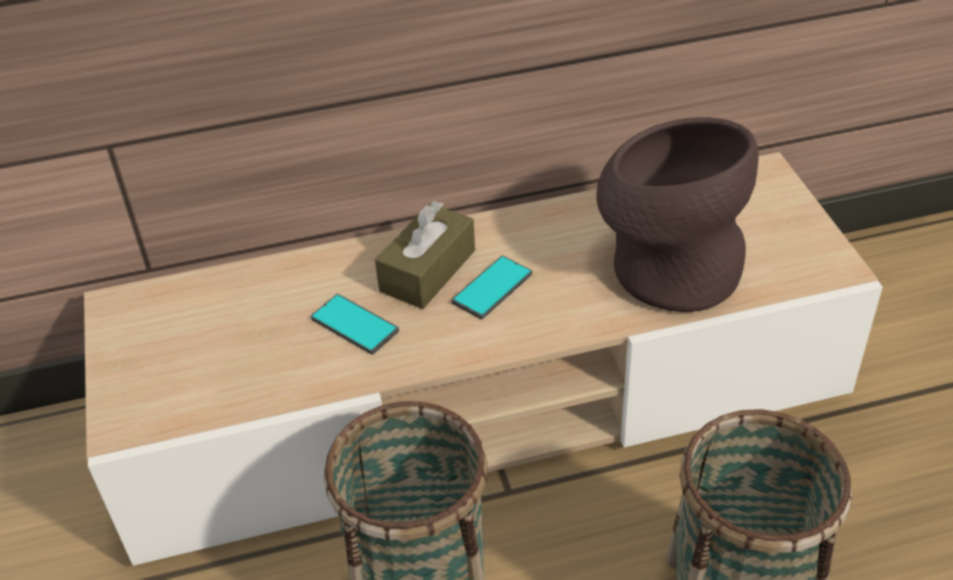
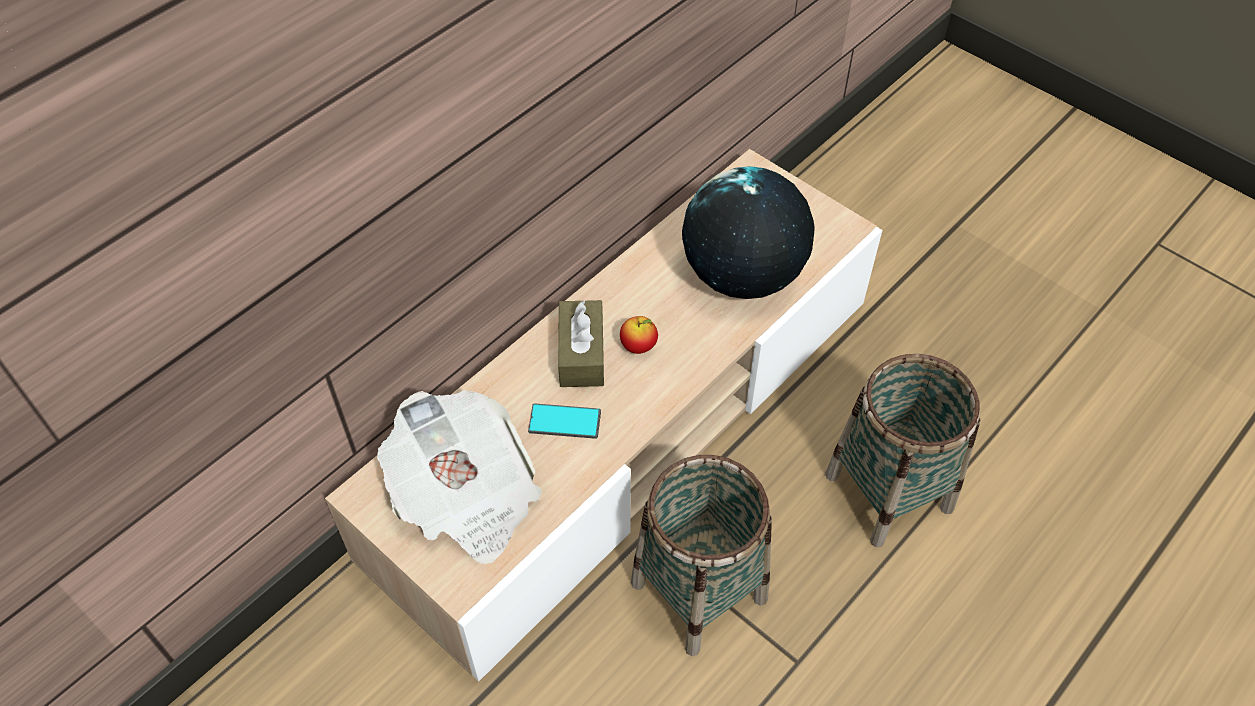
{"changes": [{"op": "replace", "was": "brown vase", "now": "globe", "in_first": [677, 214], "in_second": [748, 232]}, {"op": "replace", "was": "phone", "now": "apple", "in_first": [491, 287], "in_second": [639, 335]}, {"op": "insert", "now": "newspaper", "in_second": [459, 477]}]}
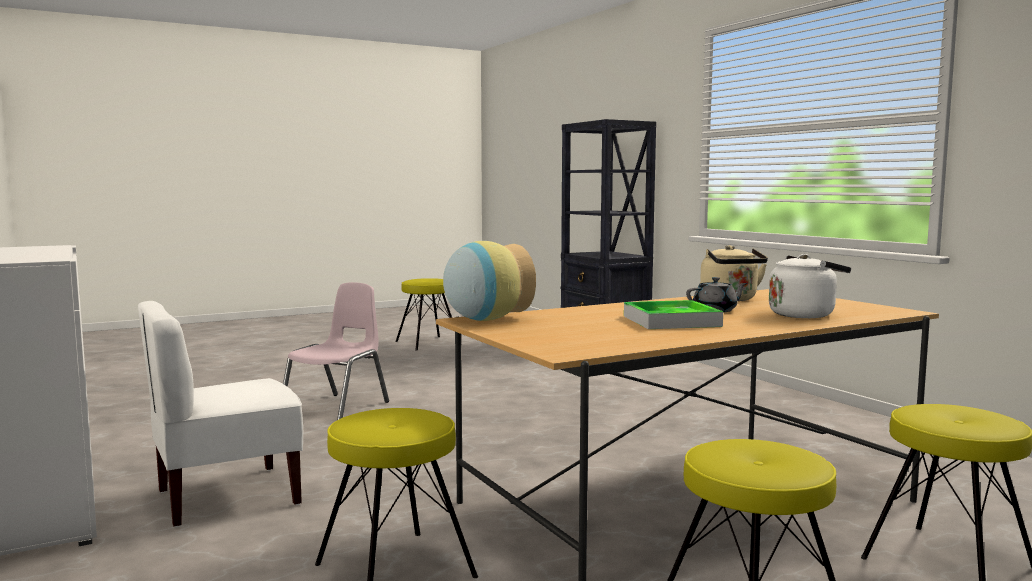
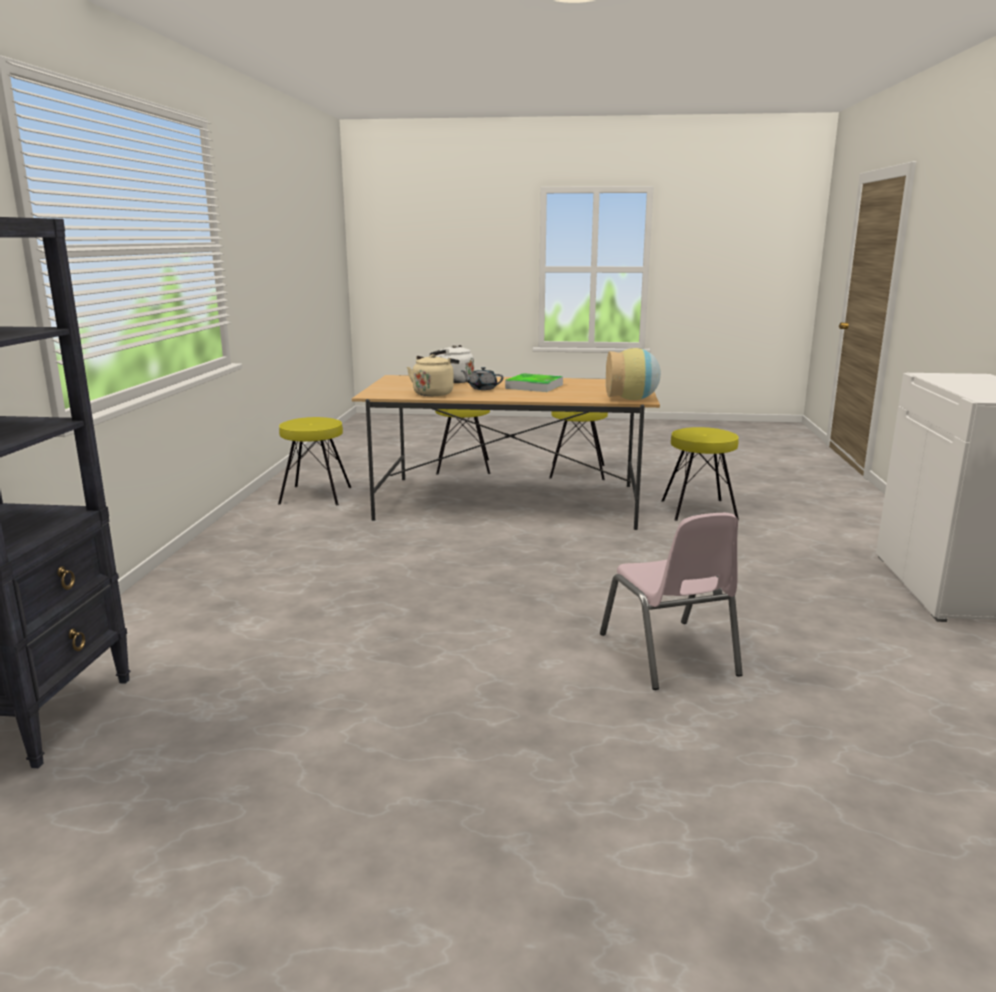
{"changes": [{"op": "move", "was": "yellow stool", "in_first": [428, 314], "in_second": [315, 461]}, {"op": "rotate", "was": "pink chair", "in_first": [336, 351], "in_second": [671, 601], "clockwise": -75}, {"op": "delete", "was": "white chair", "in_first": [220, 414]}]}
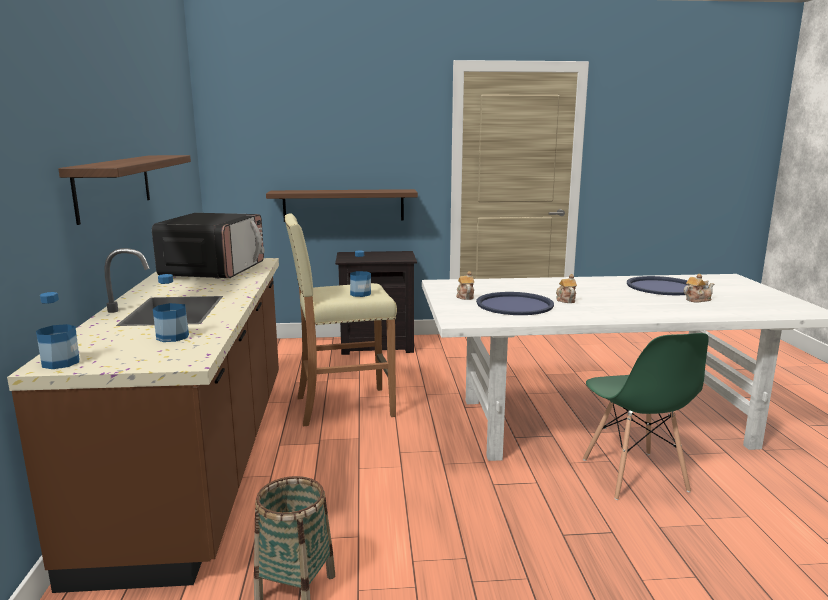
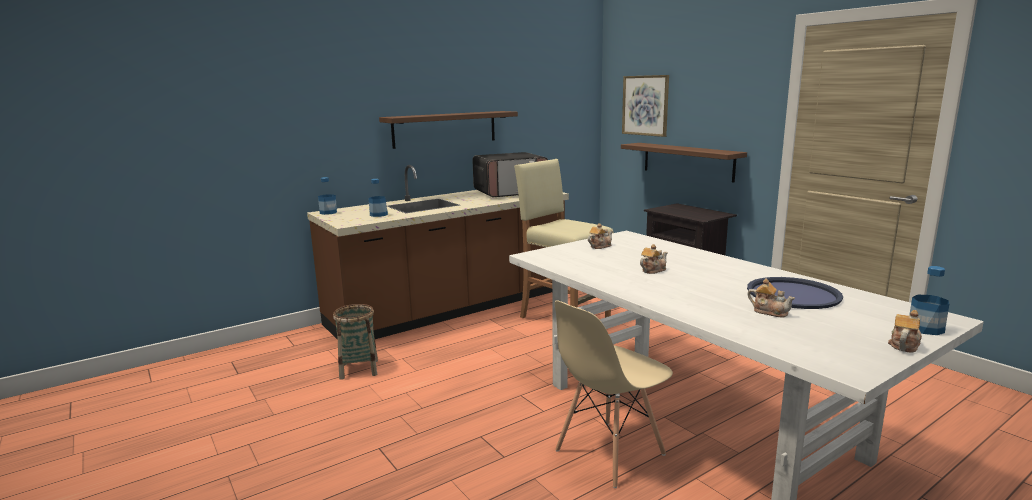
{"changes": [{"op": "move", "was": "bottle", "in_first": [360, 273], "in_second": [929, 300]}, {"op": "delete", "was": "blue tray", "in_first": [515, 303]}, {"op": "recolor", "was": "green chair", "now": "beige chair", "in_first": [646, 416], "in_second": [614, 394]}, {"op": "insert", "now": "picture", "in_second": [645, 106]}, {"op": "insert", "now": "teapot", "in_second": [905, 331]}]}
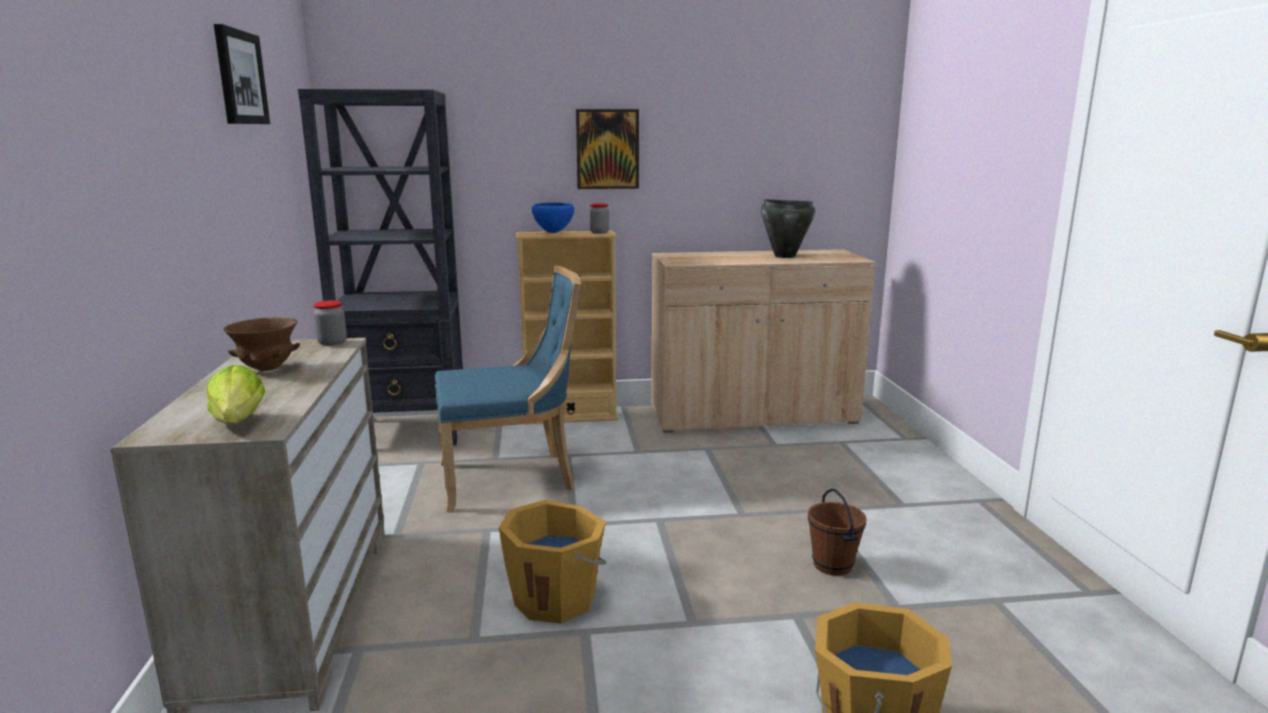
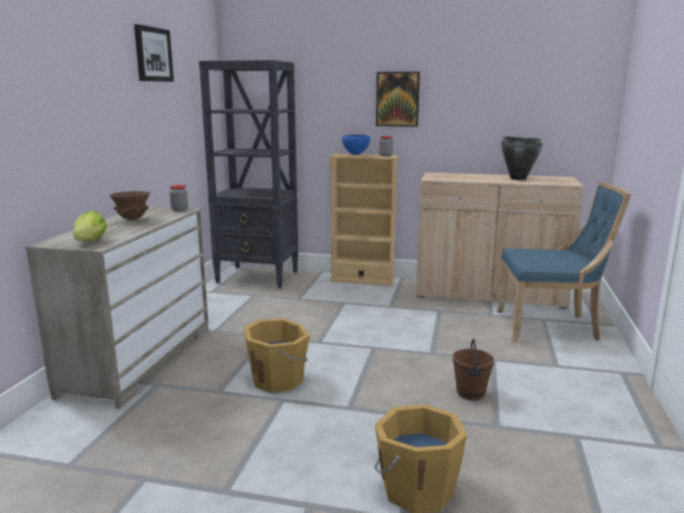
{"changes": [{"op": "move", "was": "blue chair", "in_first": [508, 389], "in_second": [563, 262]}]}
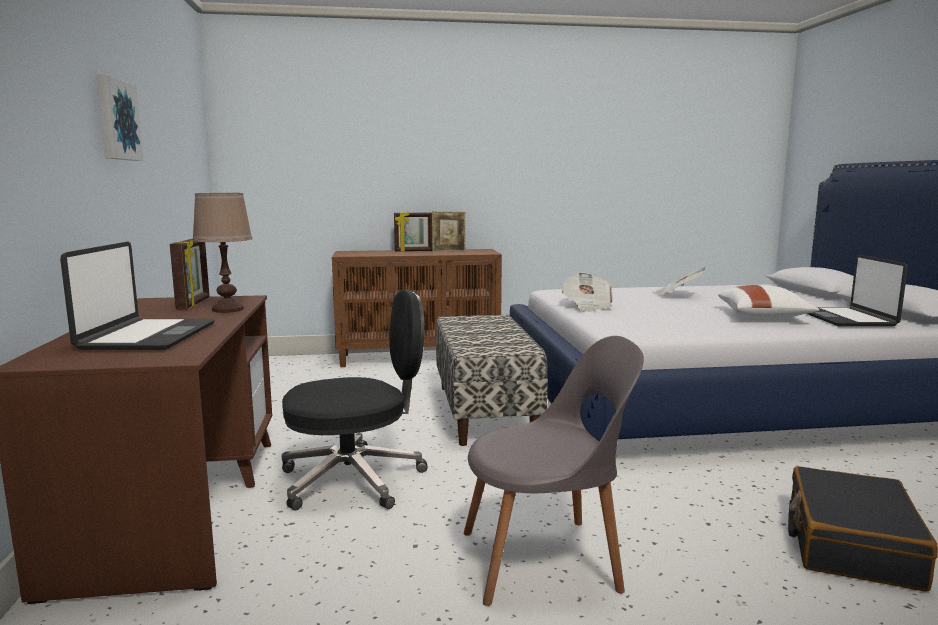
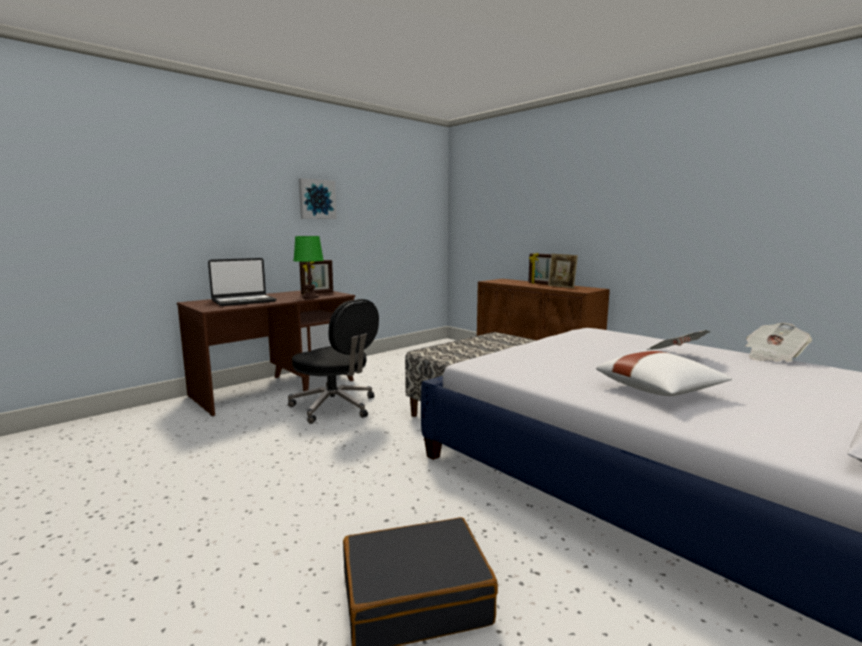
{"changes": [{"op": "recolor", "was": "brown table lamp", "now": "green table lamp", "in_first": [222, 253], "in_second": [308, 267]}, {"op": "delete", "was": "laptop", "in_first": [858, 290]}, {"op": "move", "was": "newspaper", "in_first": [587, 292], "in_second": [779, 342]}, {"op": "delete", "was": "grey chair", "in_first": [554, 471]}]}
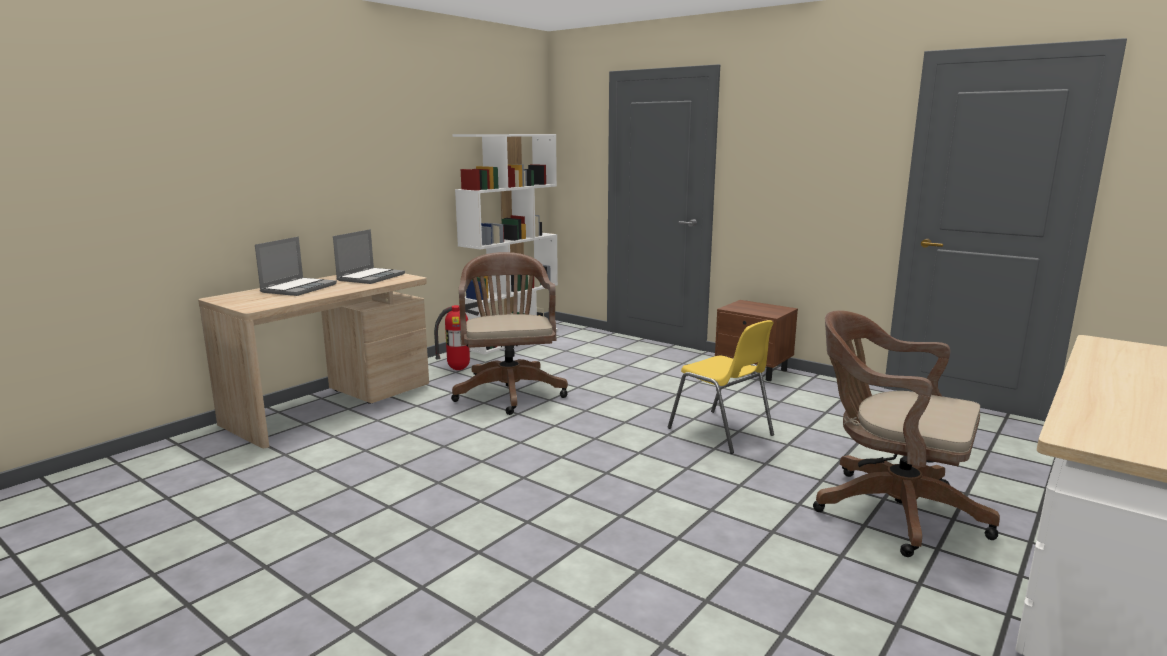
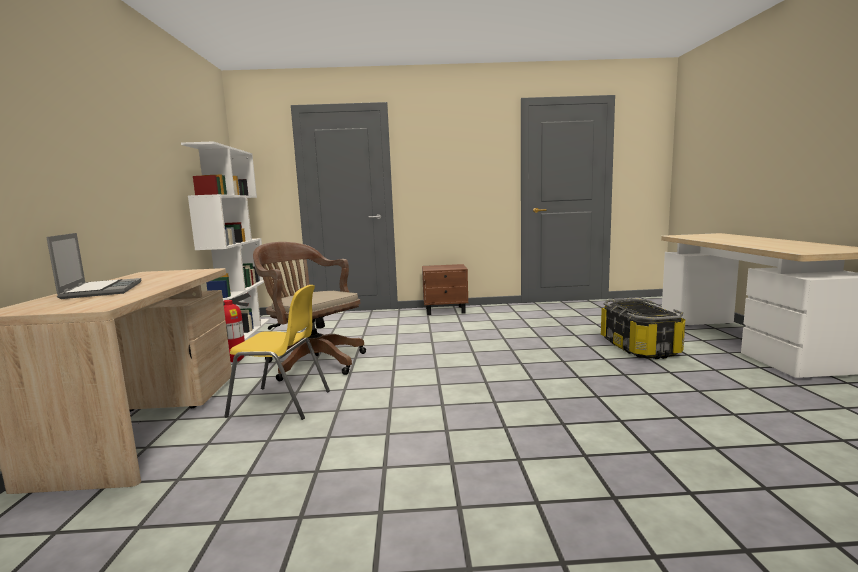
{"changes": [{"op": "delete", "was": "laptop", "in_first": [369, 256]}, {"op": "replace", "was": "brown office chair", "now": "storage box", "in_first": [906, 433], "in_second": [643, 328]}, {"op": "move", "was": "yellow chair", "in_first": [721, 387], "in_second": [277, 352]}]}
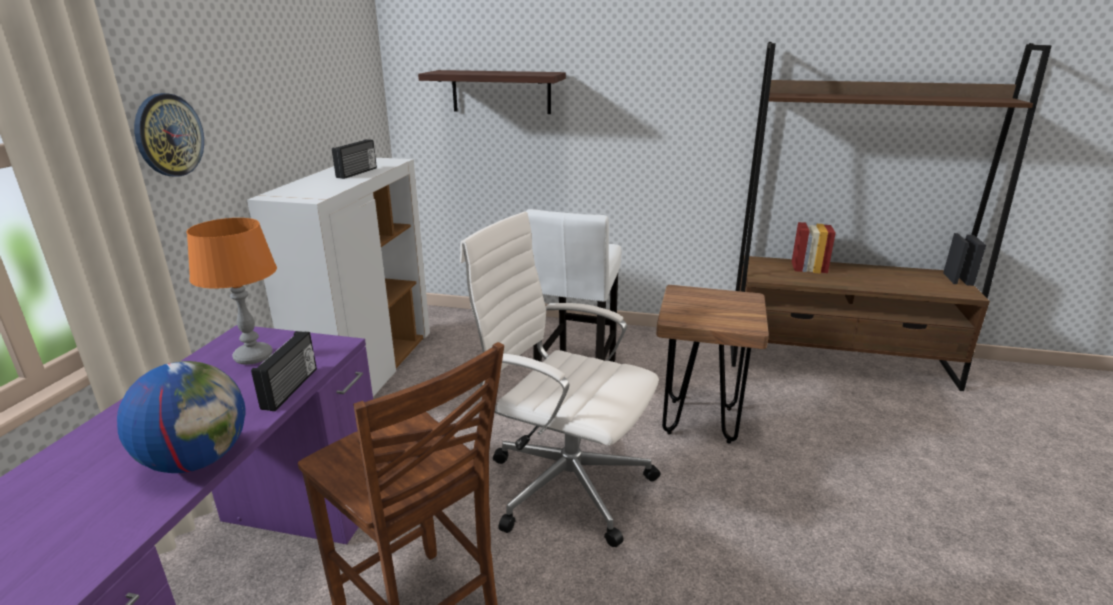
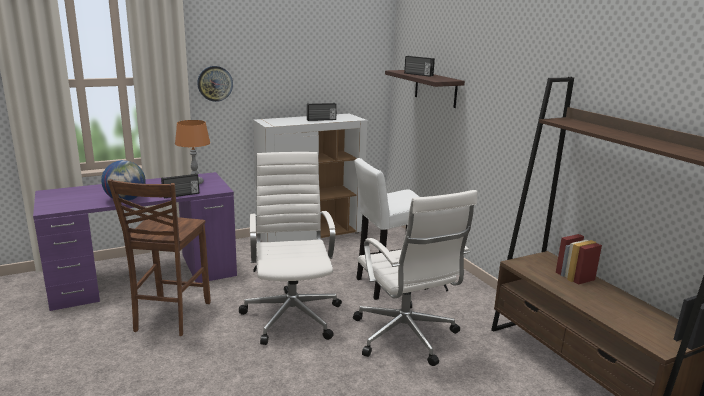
{"changes": [{"op": "replace", "was": "brown stool", "now": "white office chair", "in_first": [712, 364], "in_second": [415, 278]}, {"op": "insert", "now": "radio", "in_second": [419, 66]}]}
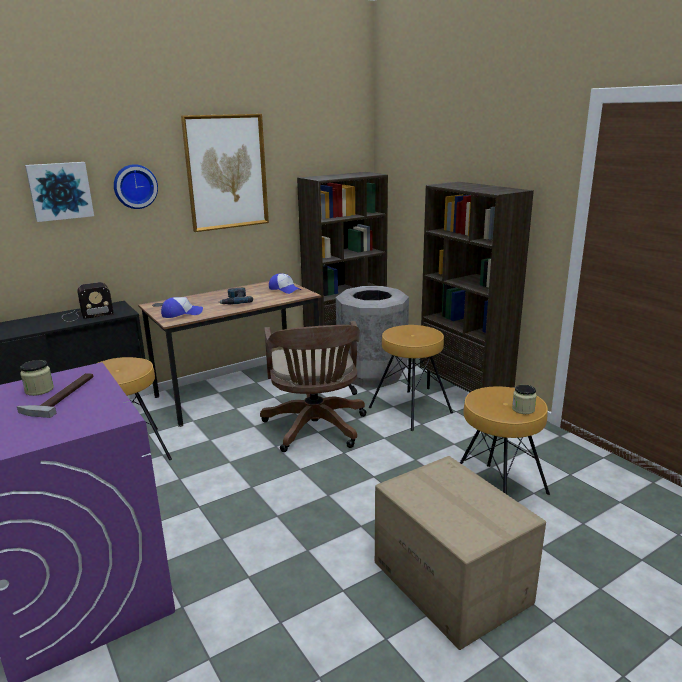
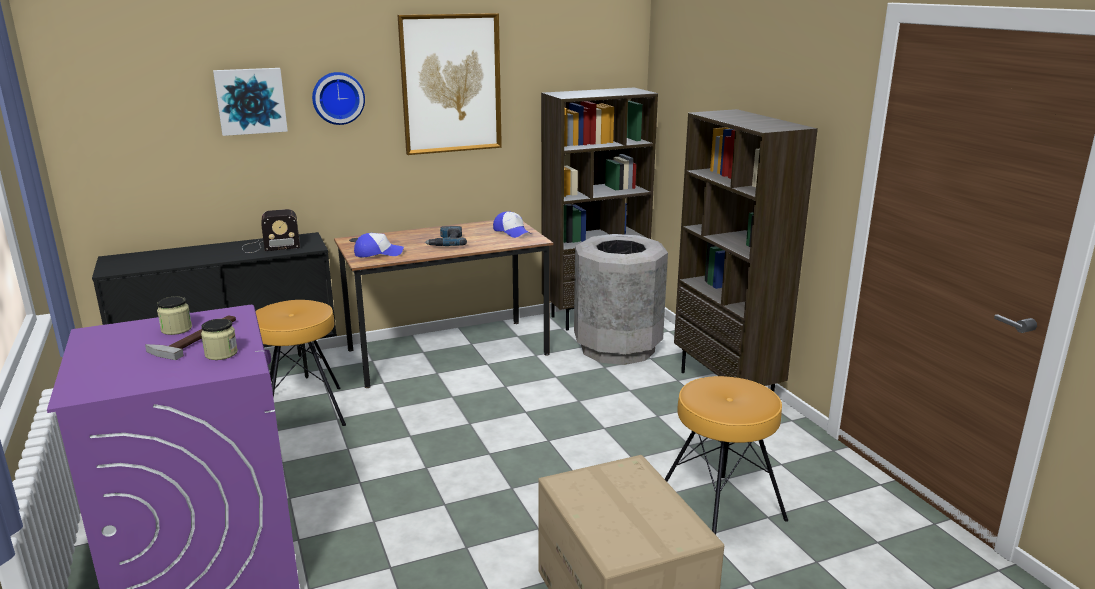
{"changes": [{"op": "delete", "was": "brown office chair", "in_first": [313, 386]}, {"op": "delete", "was": "brown stool", "in_first": [411, 378]}, {"op": "move", "was": "jar", "in_first": [524, 399], "in_second": [219, 339]}]}
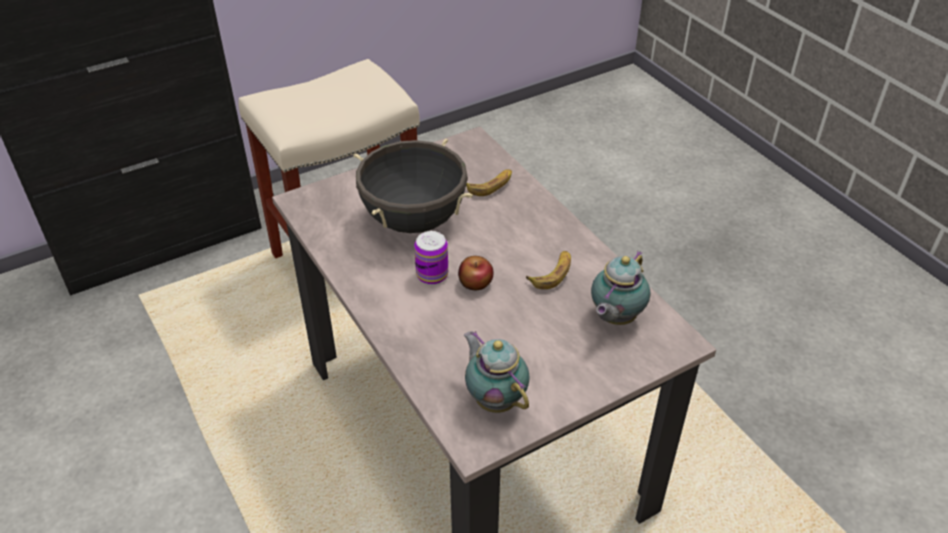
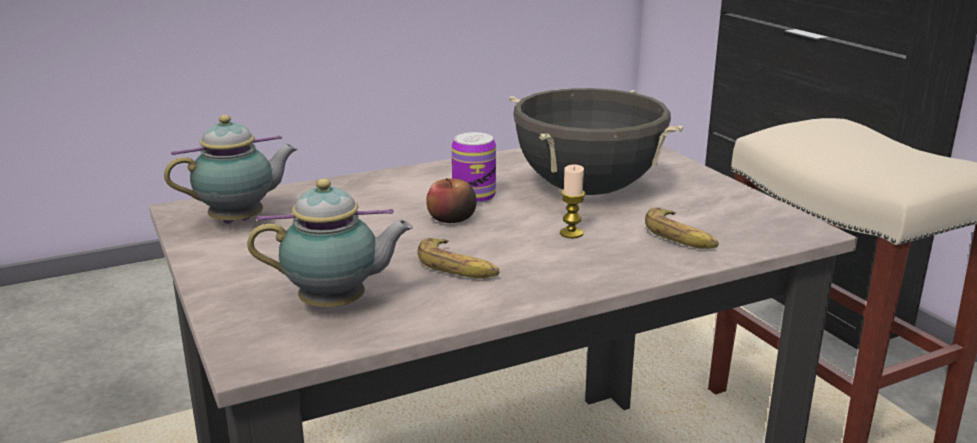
{"changes": [{"op": "rotate", "was": "teapot", "in_first": [620, 288], "in_second": [330, 242], "clockwise": 135}, {"op": "insert", "now": "candle", "in_second": [572, 201]}]}
